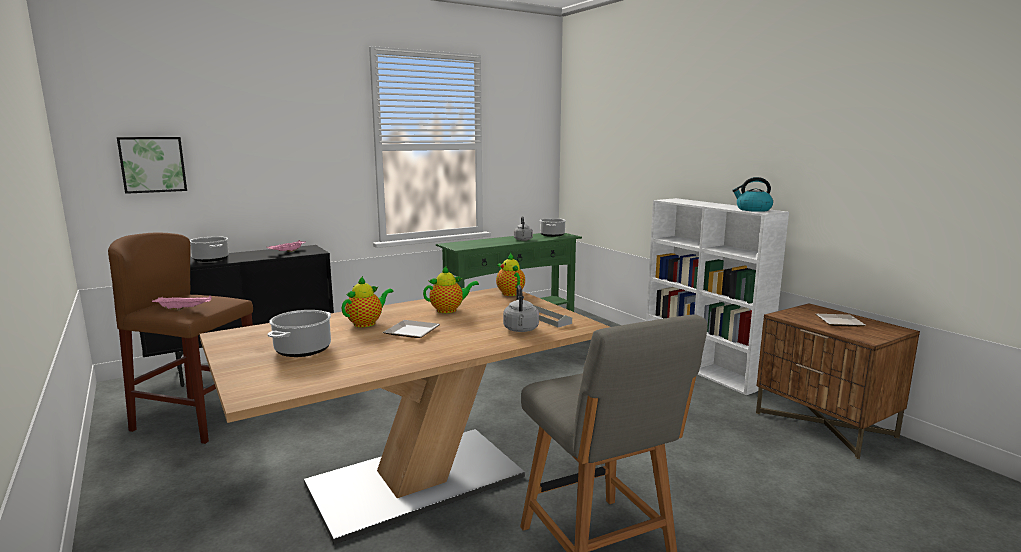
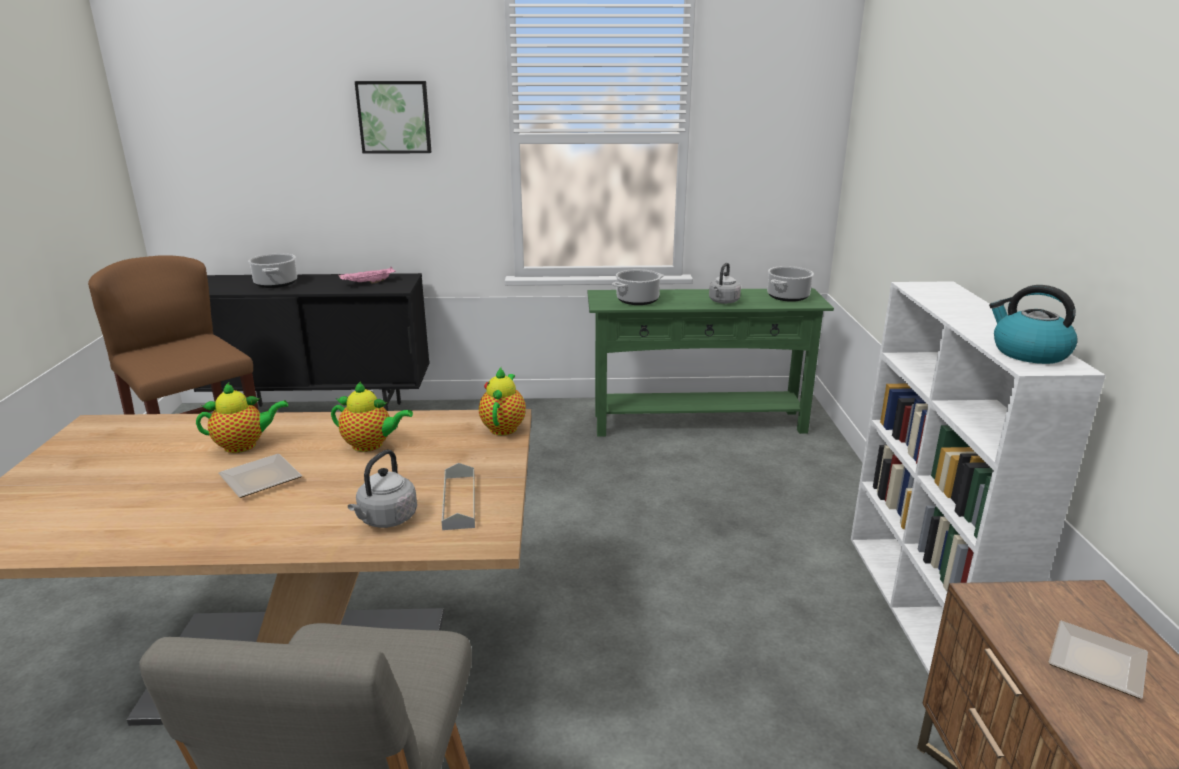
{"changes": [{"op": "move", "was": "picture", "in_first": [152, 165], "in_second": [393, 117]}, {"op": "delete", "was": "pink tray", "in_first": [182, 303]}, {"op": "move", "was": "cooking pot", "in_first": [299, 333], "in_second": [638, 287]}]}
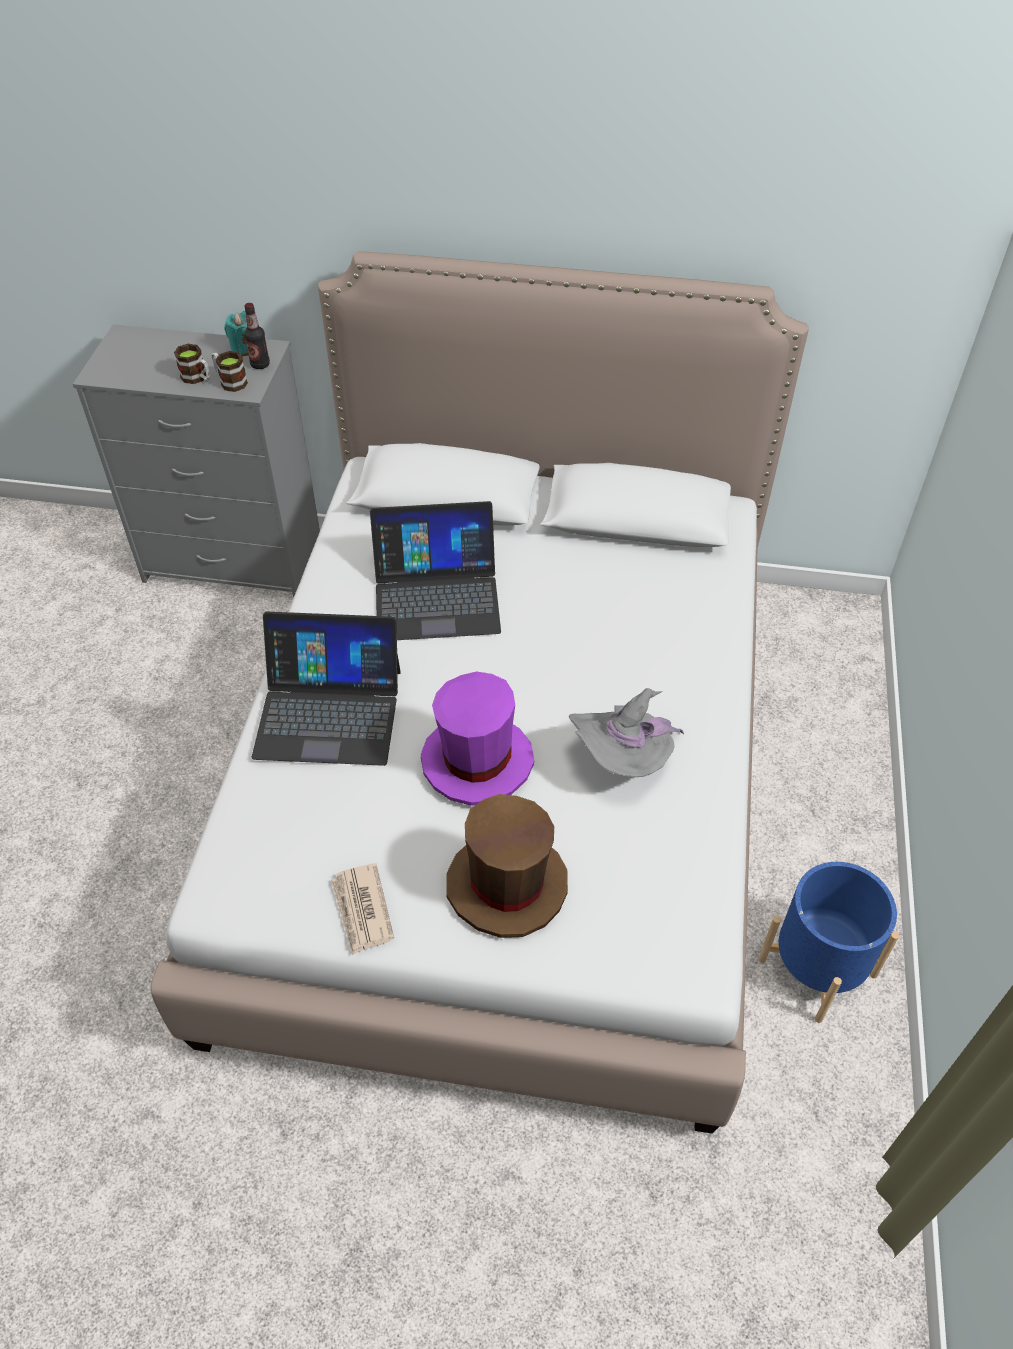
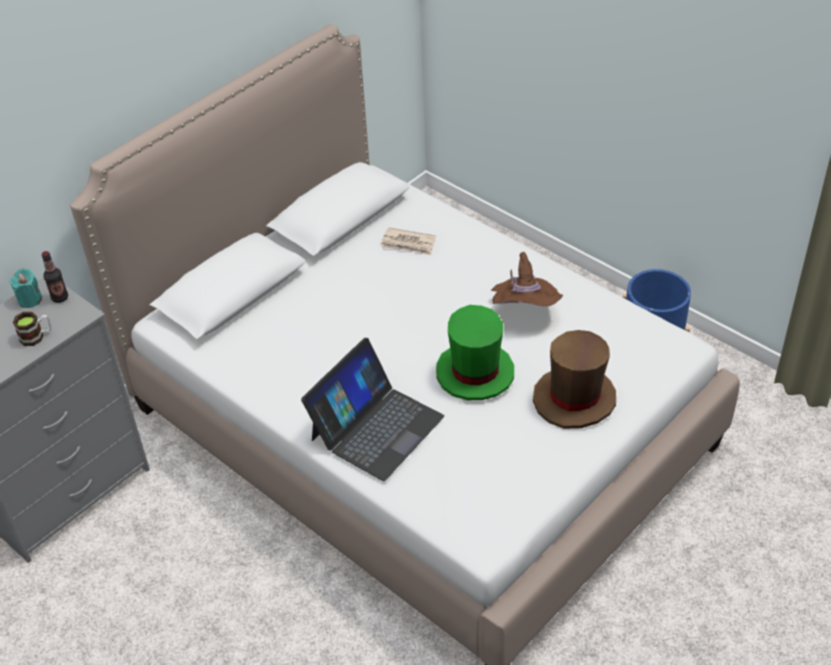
{"changes": [{"op": "delete", "was": "mug", "in_first": [230, 371]}, {"op": "delete", "was": "laptop", "in_first": [435, 570]}, {"op": "recolor", "was": "purple hat", "now": "green hat", "in_first": [477, 738], "in_second": [475, 352]}, {"op": "recolor", "was": "grey hat", "now": "brown hat", "in_first": [626, 732], "in_second": [527, 279]}, {"op": "move", "was": "newspaper", "in_first": [362, 909], "in_second": [408, 241]}]}
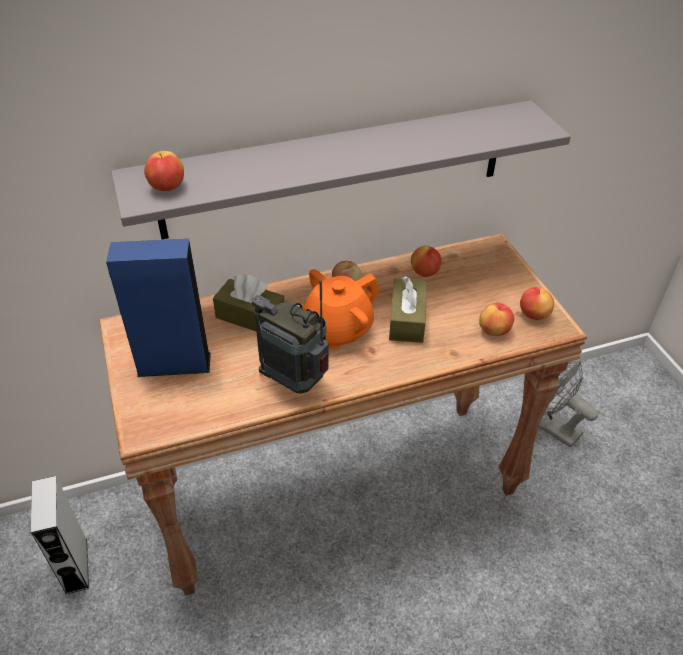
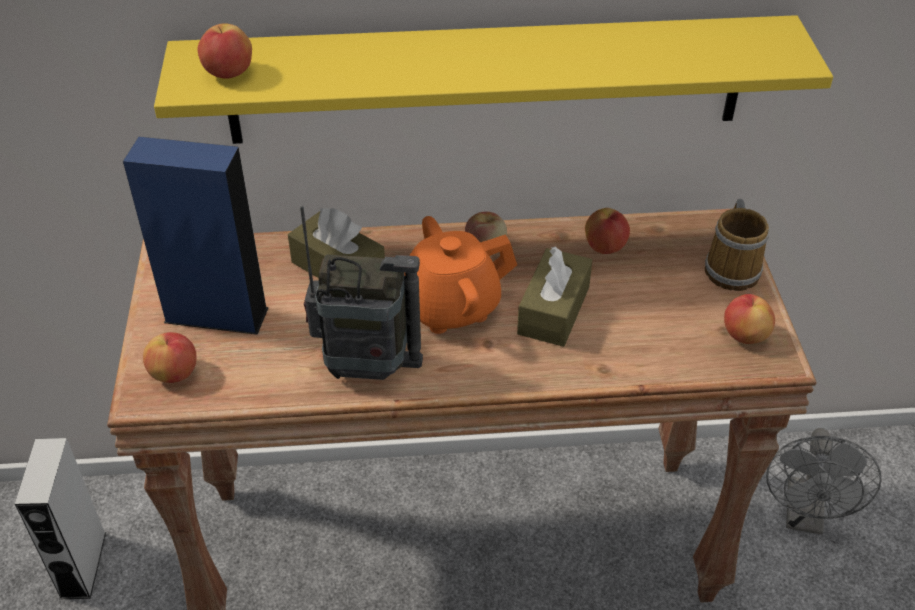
{"changes": [{"op": "recolor", "was": "grey shelf", "now": "yellow shelf", "in_first": [341, 170], "in_second": [493, 79]}, {"op": "rotate", "was": "radio", "in_first": [290, 337], "in_second": [361, 293], "clockwise": 135}, {"op": "move", "was": "apple", "in_first": [496, 319], "in_second": [169, 357]}, {"op": "rotate", "was": "grey fan", "in_first": [568, 404], "in_second": [824, 481], "clockwise": -135}, {"op": "insert", "now": "mug", "in_second": [737, 245]}]}
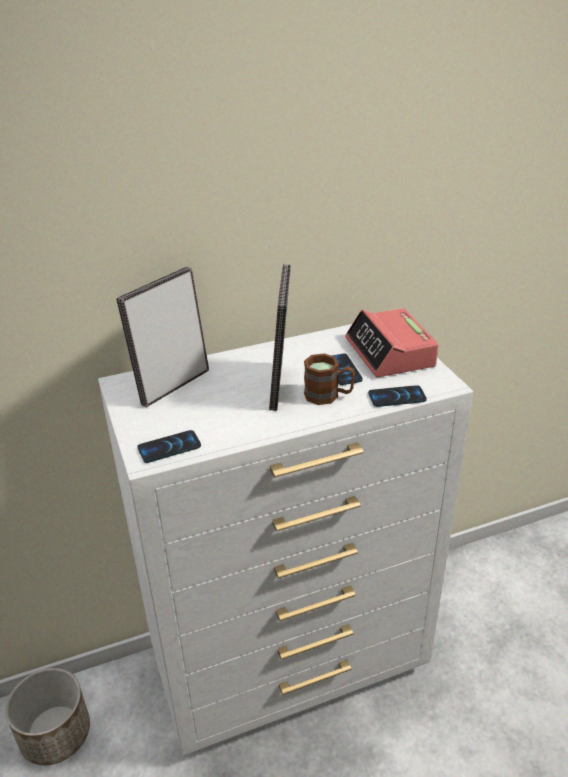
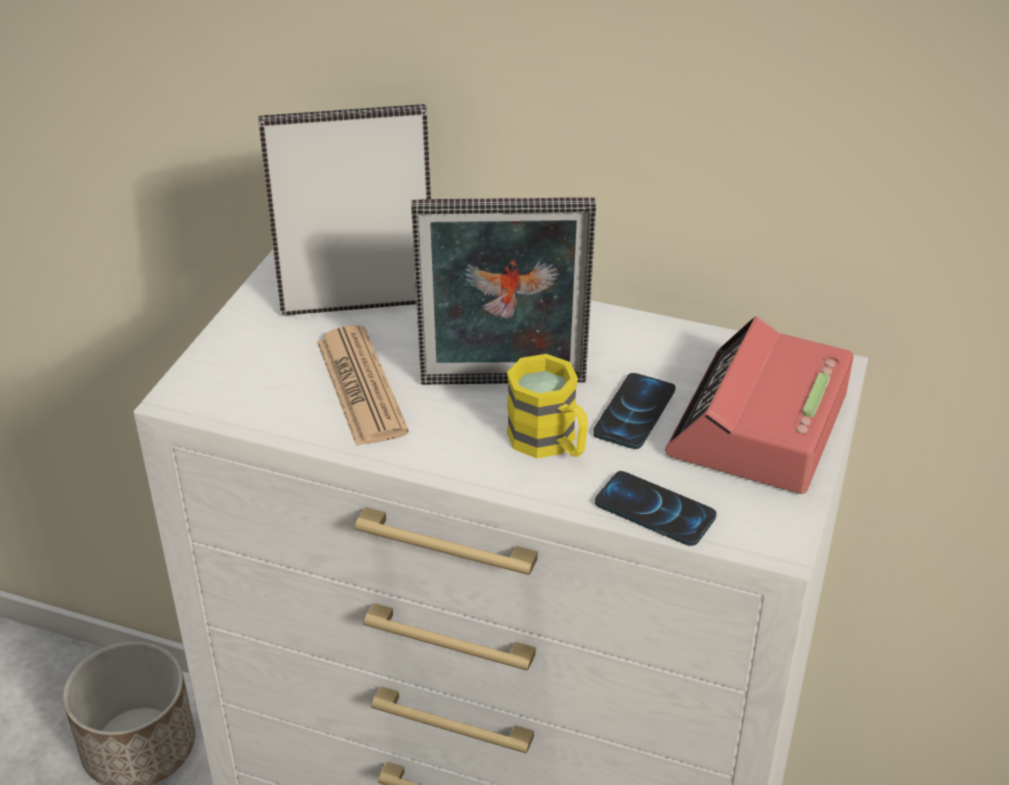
{"changes": [{"op": "rotate", "was": "picture frame", "in_first": [280, 337], "in_second": [503, 291], "clockwise": 45}, {"op": "recolor", "was": "brown mug", "now": "yellow mug", "in_first": [329, 379], "in_second": [547, 406]}, {"op": "delete", "was": "phone", "in_first": [169, 446]}, {"op": "insert", "now": "newspaper", "in_second": [363, 385]}]}
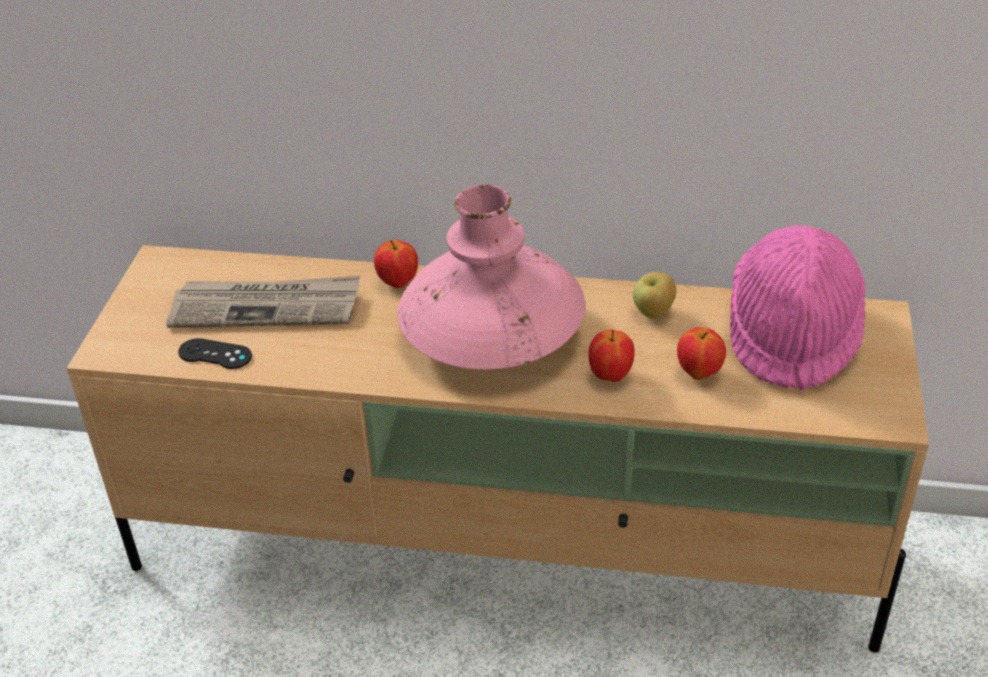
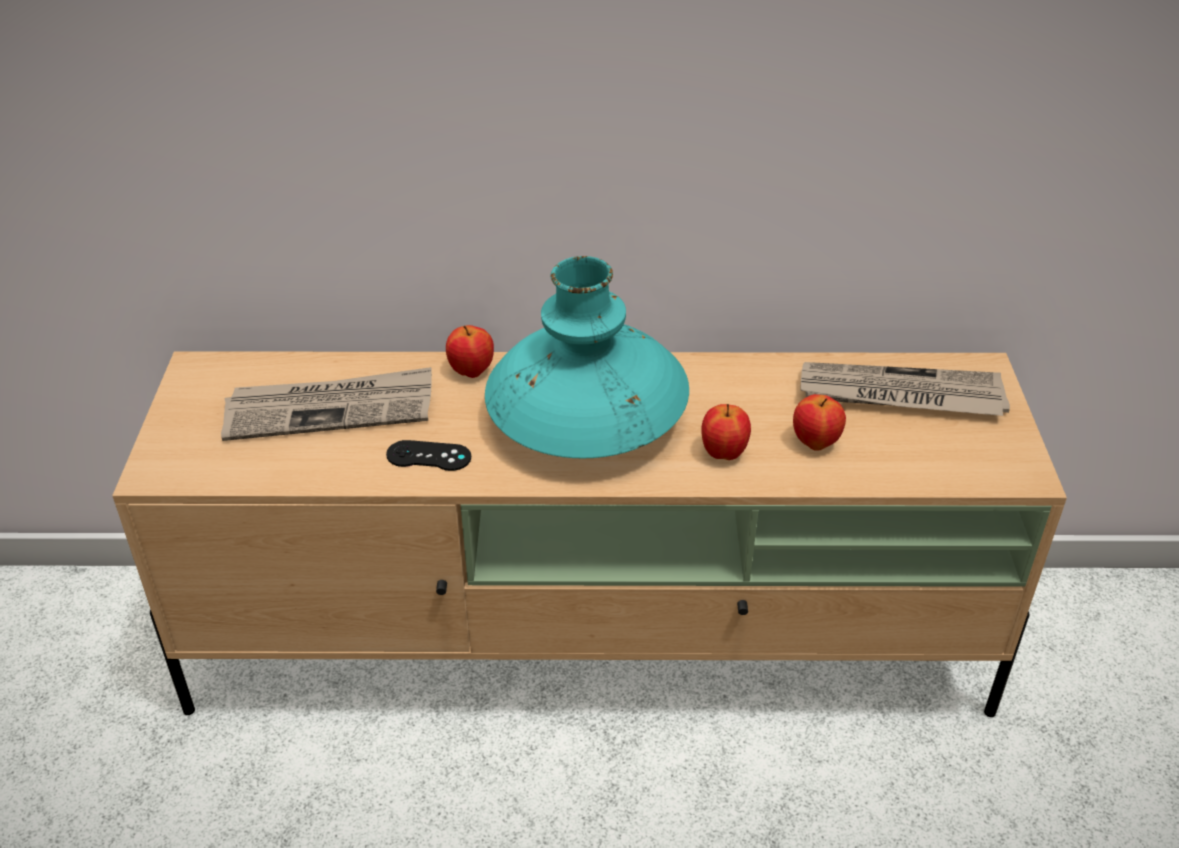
{"changes": [{"op": "recolor", "was": "pink vase", "now": "turquoise vase", "in_first": [491, 277], "in_second": [587, 357]}, {"op": "replace", "was": "pink hat", "now": "newspaper", "in_first": [798, 307], "in_second": [905, 389]}, {"op": "delete", "was": "apple", "in_first": [654, 295]}, {"op": "move", "was": "black game controller", "in_first": [215, 353], "in_second": [428, 455]}]}
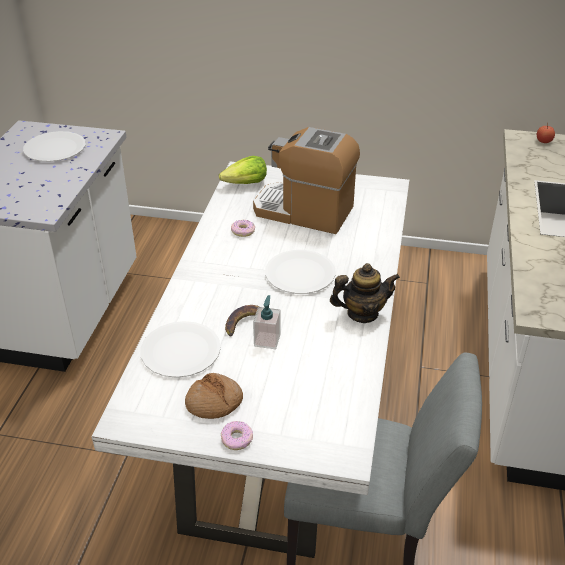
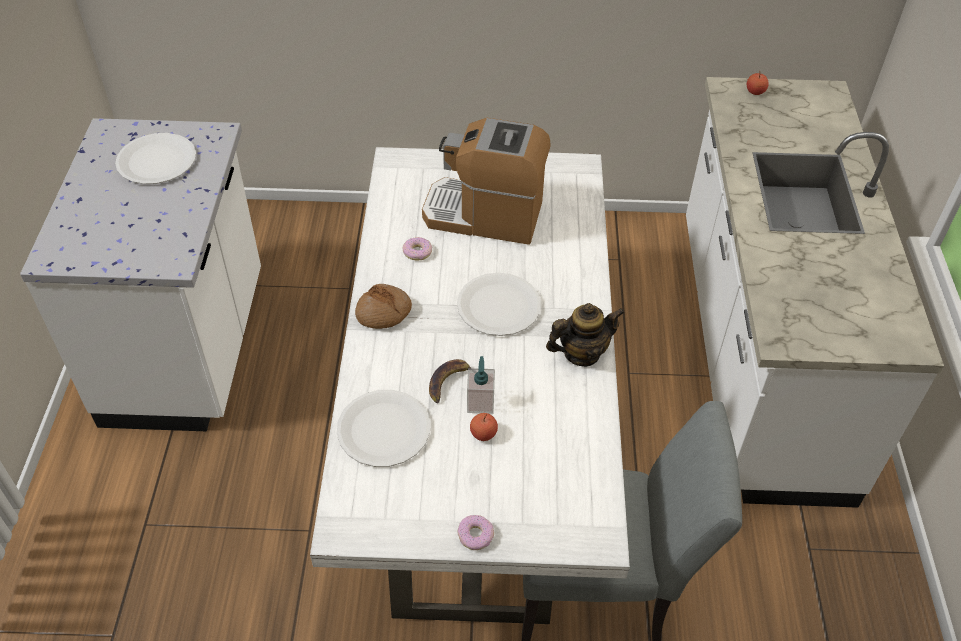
{"changes": [{"op": "delete", "was": "lettuce", "in_first": [243, 170]}, {"op": "move", "was": "bread", "in_first": [214, 396], "in_second": [383, 306]}, {"op": "insert", "now": "apple", "in_second": [484, 427]}]}
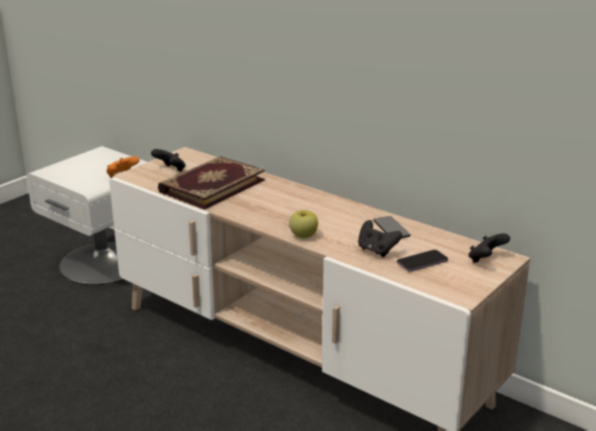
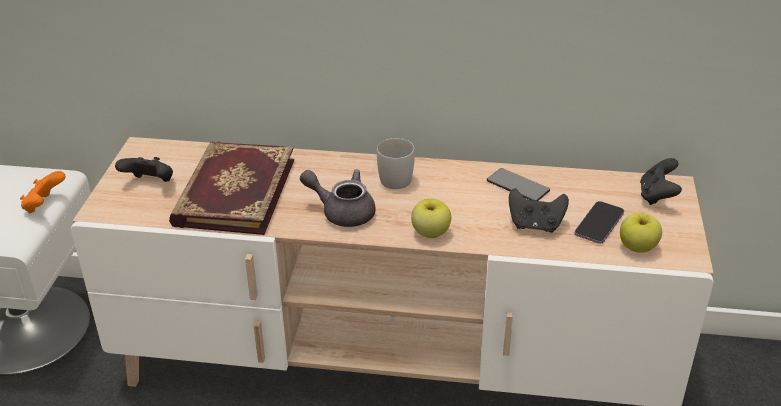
{"changes": [{"op": "insert", "now": "white mug", "in_second": [396, 163]}, {"op": "insert", "now": "grey teapot", "in_second": [337, 198]}, {"op": "insert", "now": "apple", "in_second": [641, 233]}]}
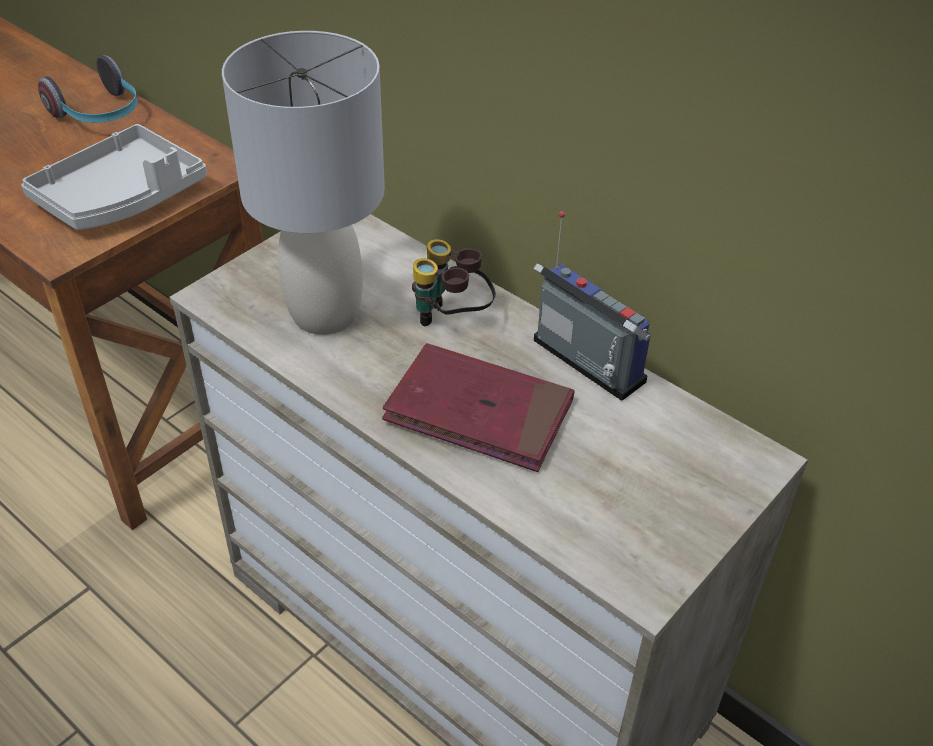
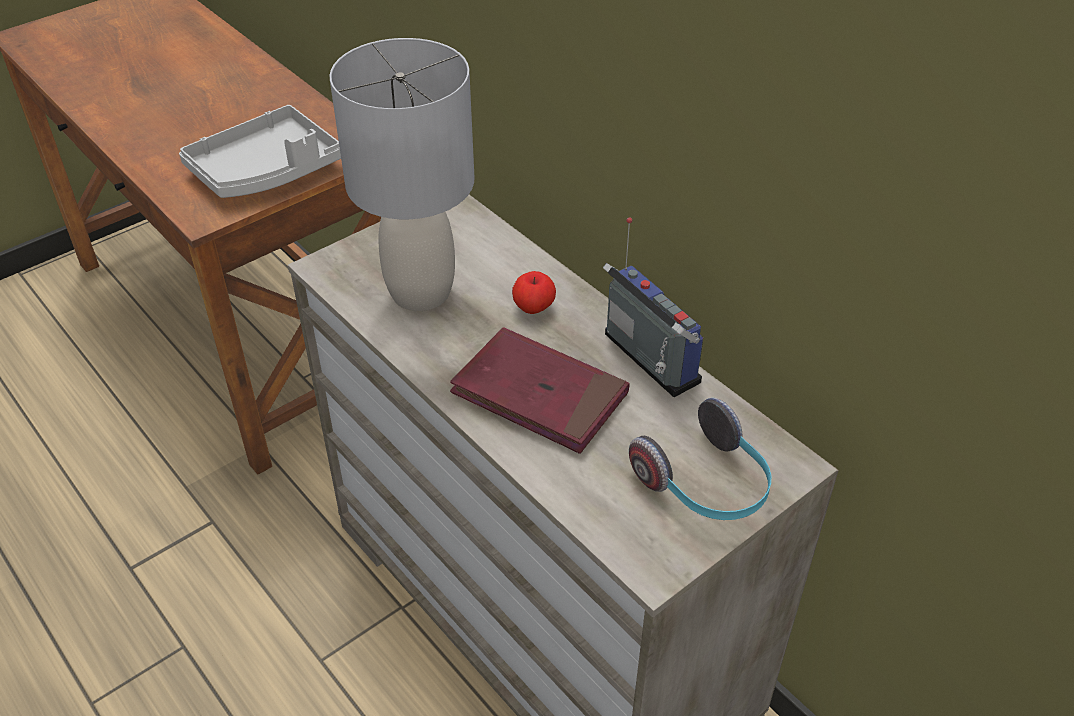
{"changes": [{"op": "move", "was": "headphones", "in_first": [88, 89], "in_second": [700, 459]}, {"op": "replace", "was": "binoculars", "now": "apple", "in_first": [454, 282], "in_second": [534, 292]}]}
